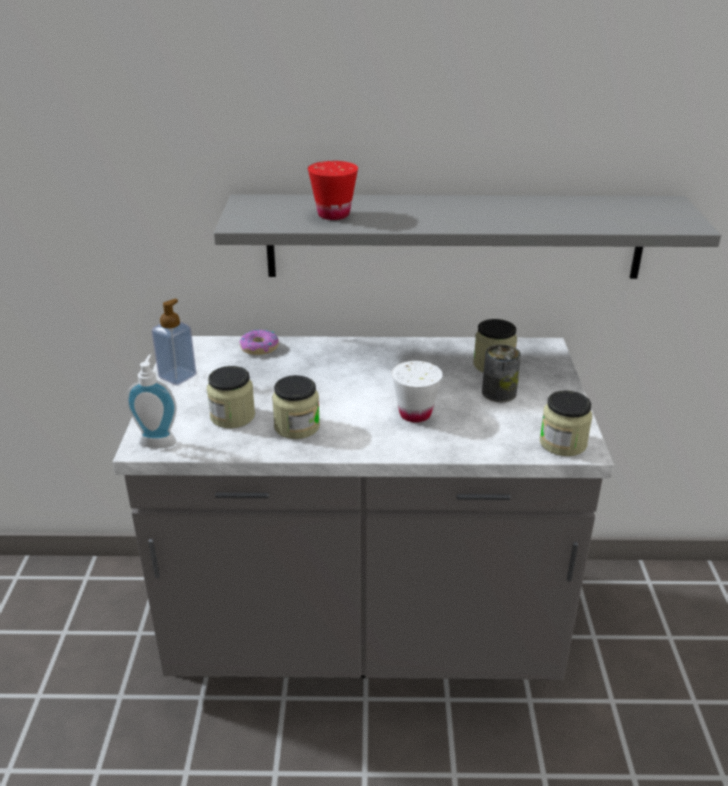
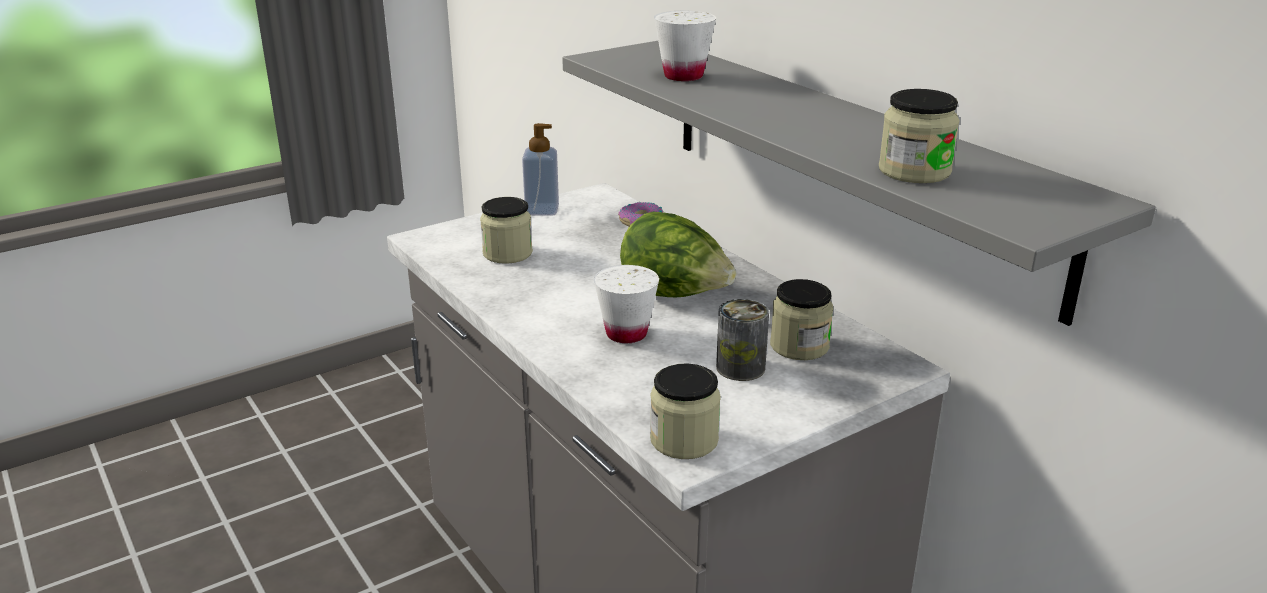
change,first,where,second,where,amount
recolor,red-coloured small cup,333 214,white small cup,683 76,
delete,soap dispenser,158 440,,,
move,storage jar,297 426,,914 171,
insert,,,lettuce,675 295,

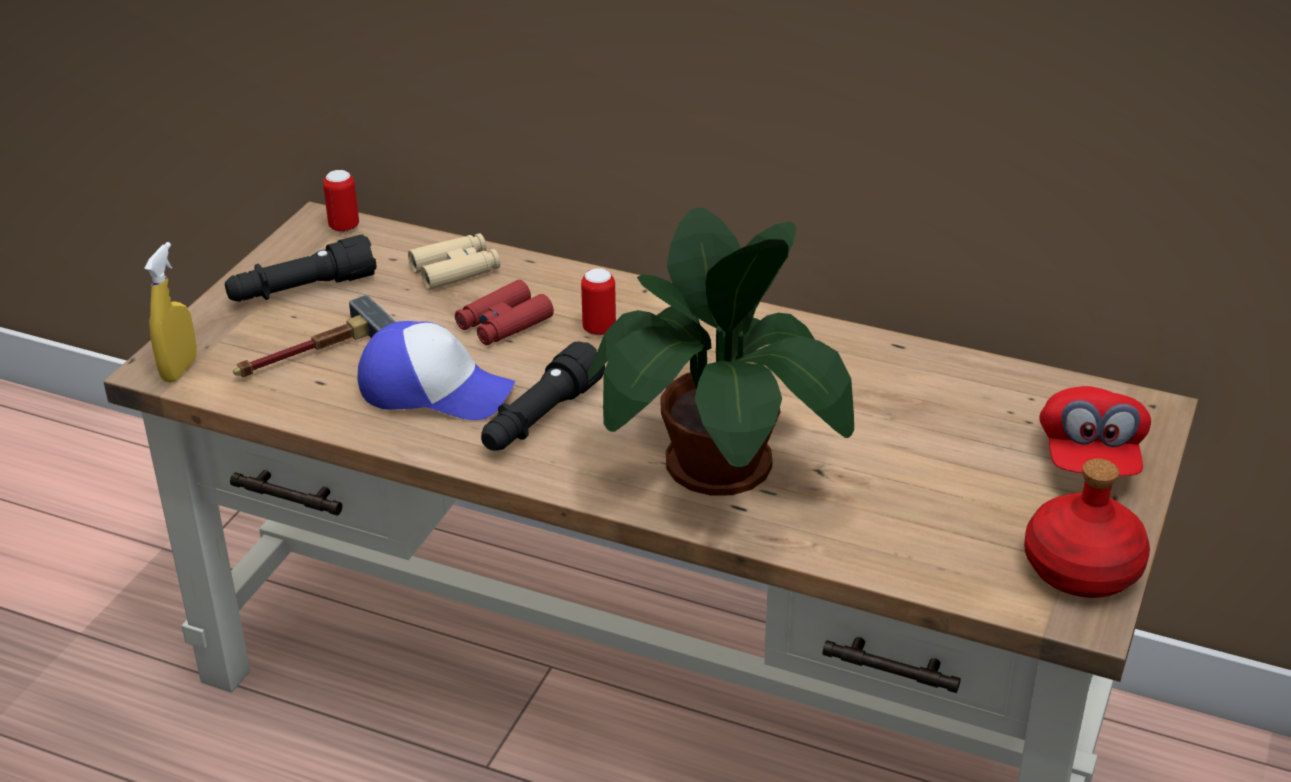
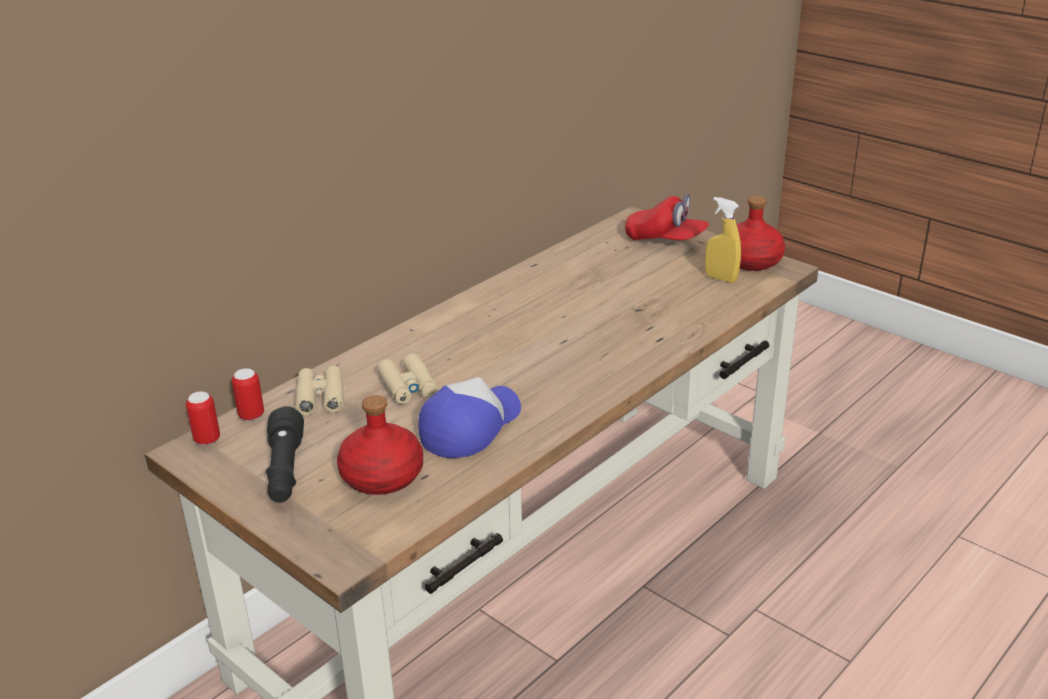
change,first,where,second,where,amount
delete,plant in a pot,718 468,,,
move,yellow-coloured hand sprayer,179 369,,721 278,
move,metal can,599 329,,251 415,
recolor,red-coloured field glasses,503 323,beige field glasses,408 387,
replace,tool hammer,312 353,red-coloured beverage bottle,382 476,
delete,blackish torch,540 418,,,

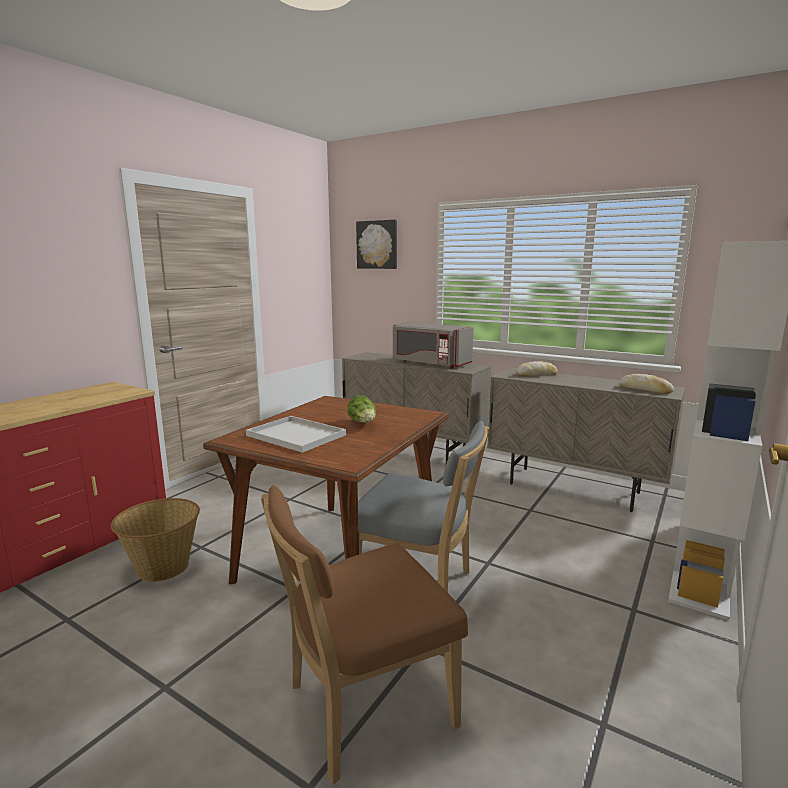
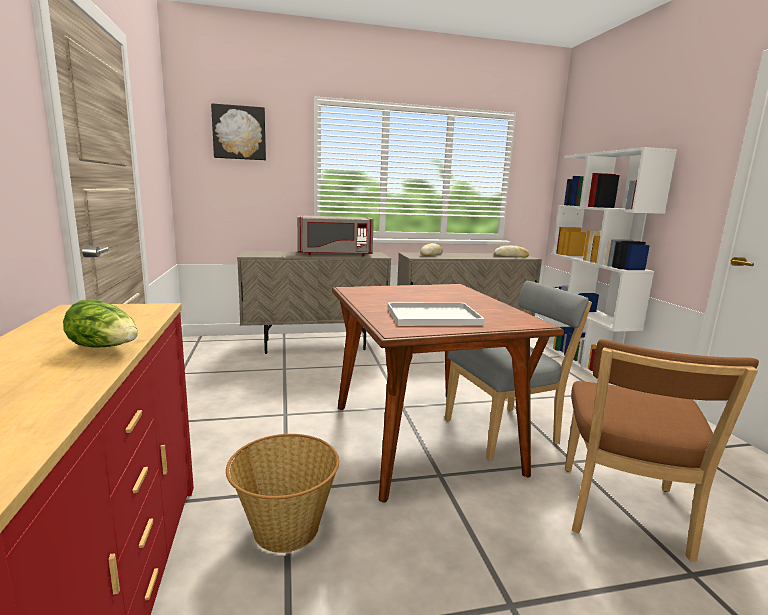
change,first,where,second,where,amount
move,lettuce,363 423,,106 348,

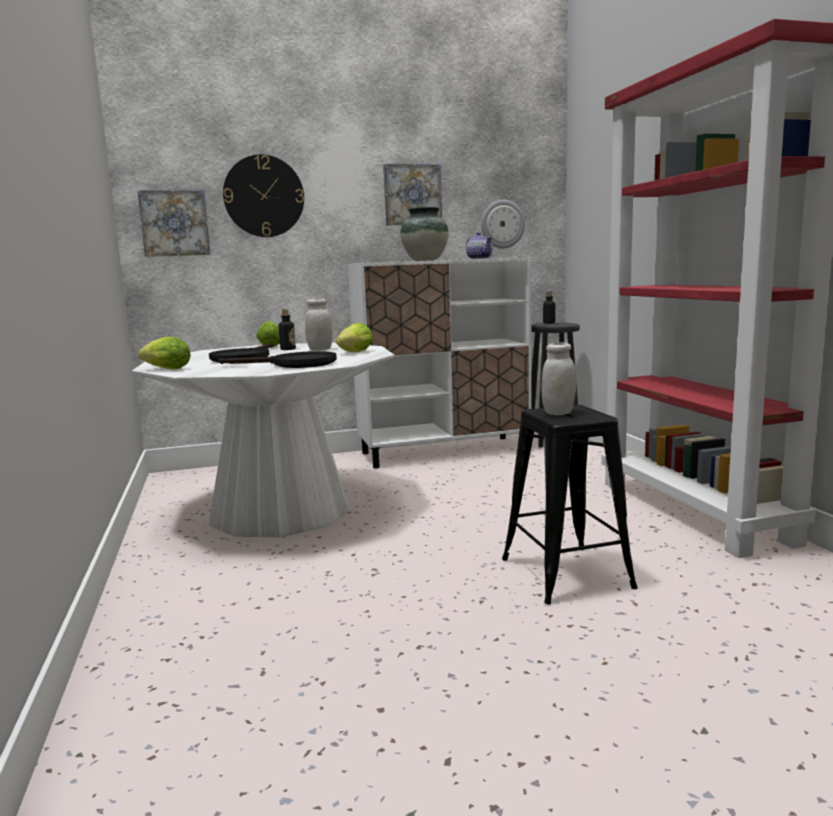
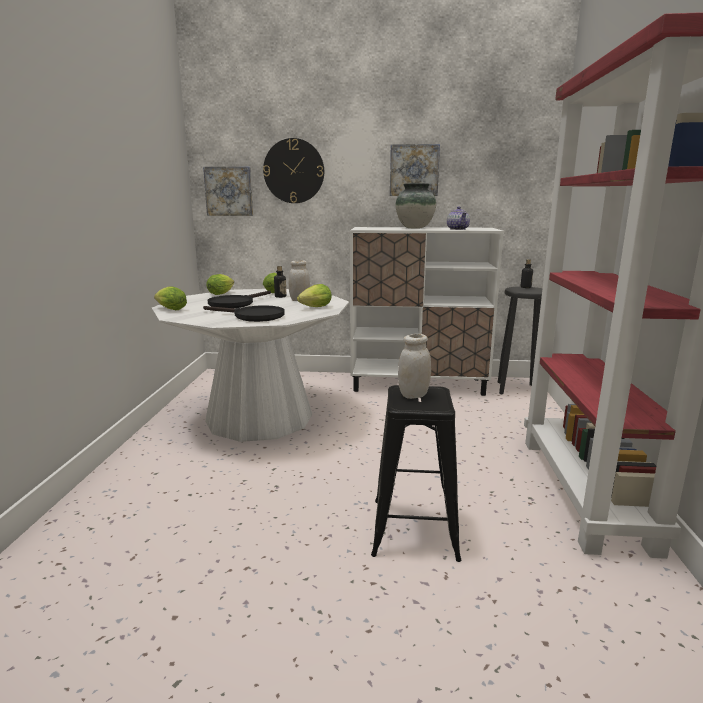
change,first,where,second,where,amount
delete,clock on the wall,502 224,,,
insert,,,lettuce,222 293,

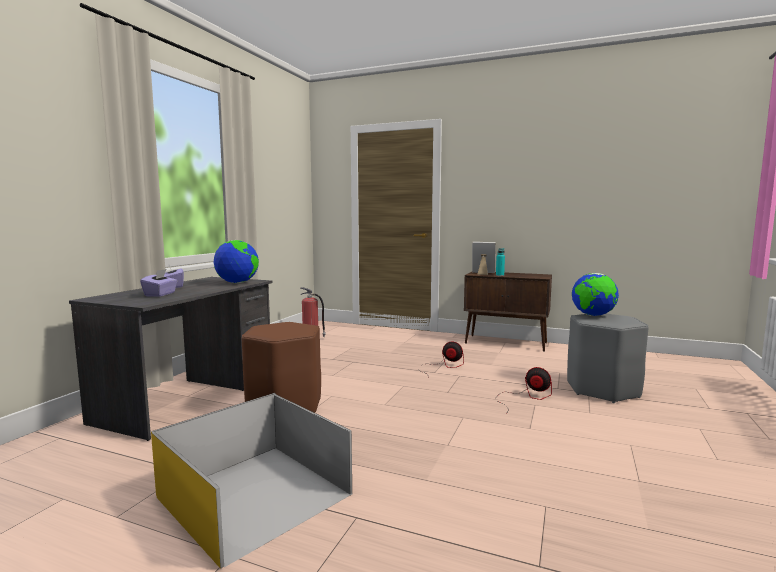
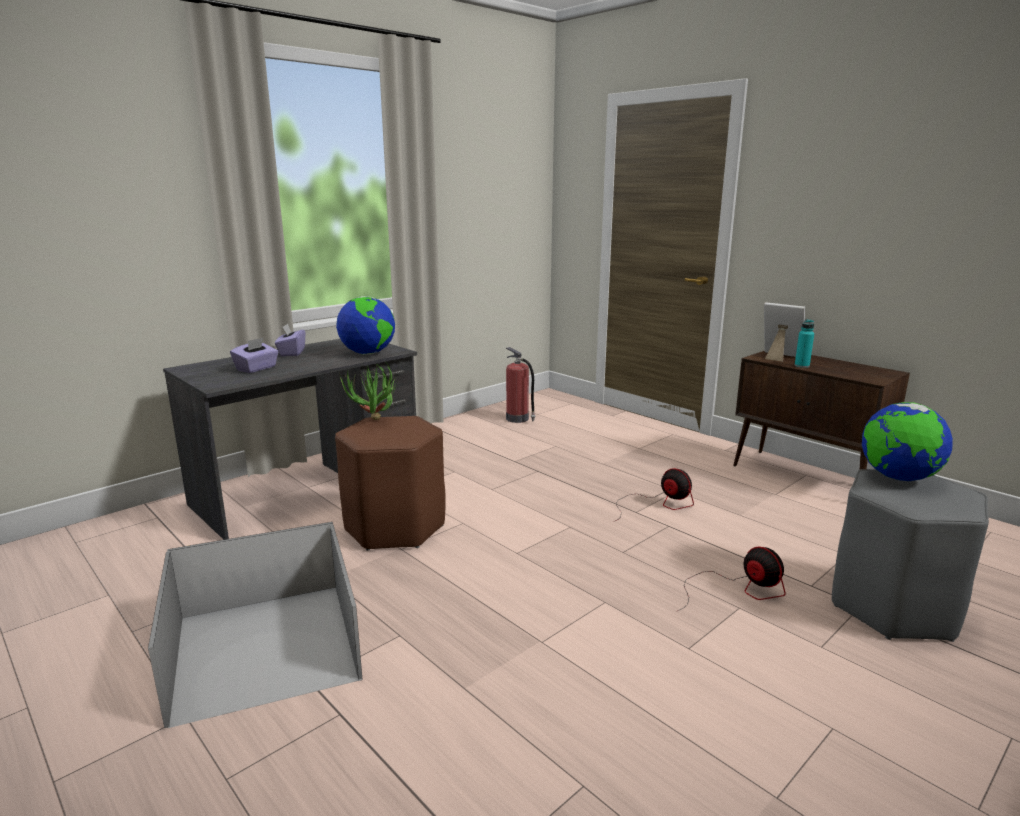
change,first,where,second,where,amount
insert,,,plant in a pot,375 423,

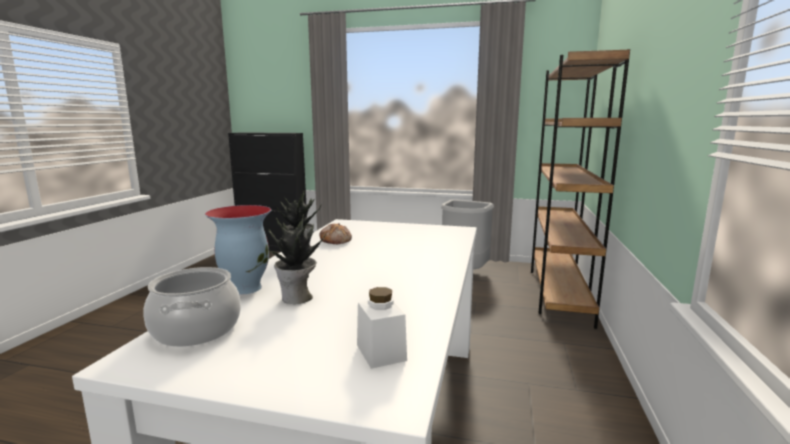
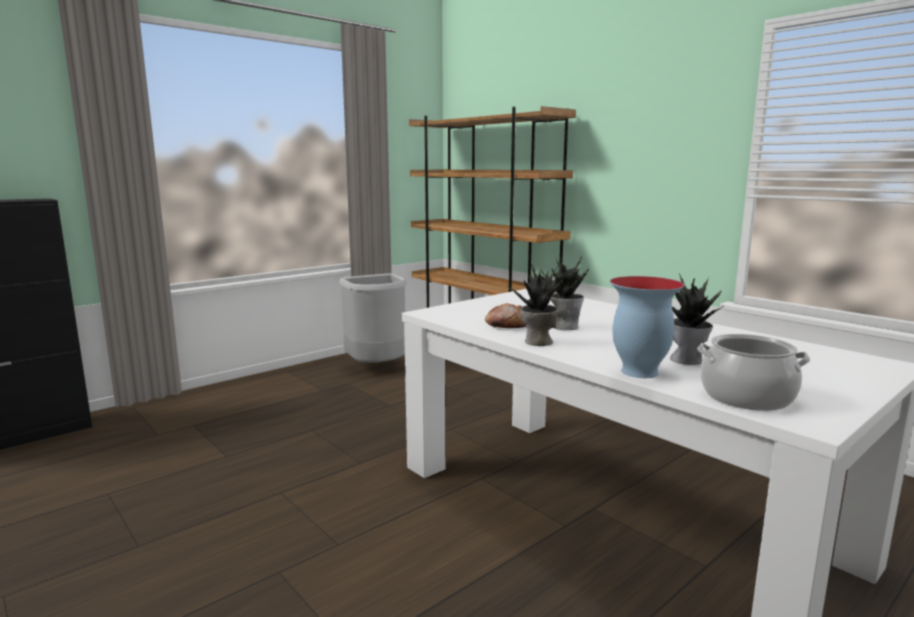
change,first,where,second,where,amount
delete,white storage jar,381 352,,,
insert,,,plant in a pot,564 326,

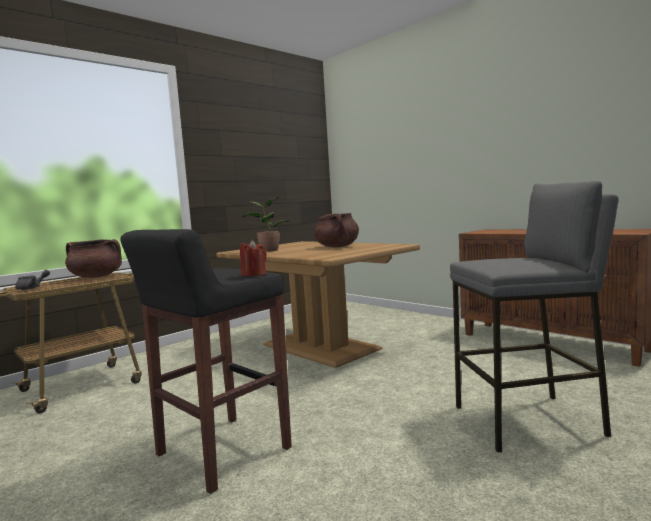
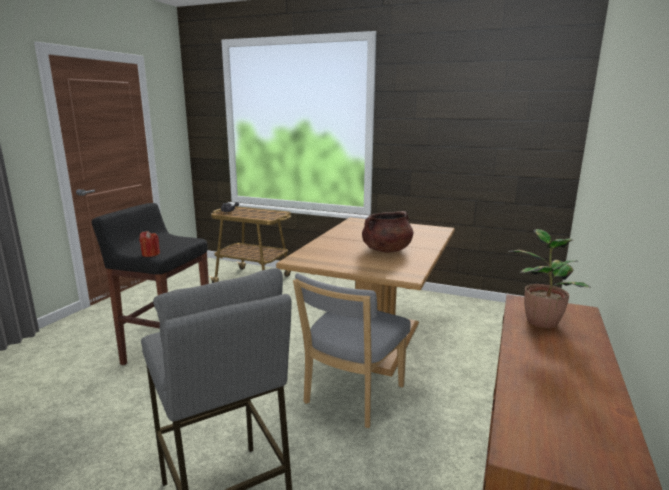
change,first,where,second,where,amount
move,plant in a pot,268 250,,540 320,
delete,brown-coloured saucepot,96 277,,,
insert,,,greyish chair,351 397,

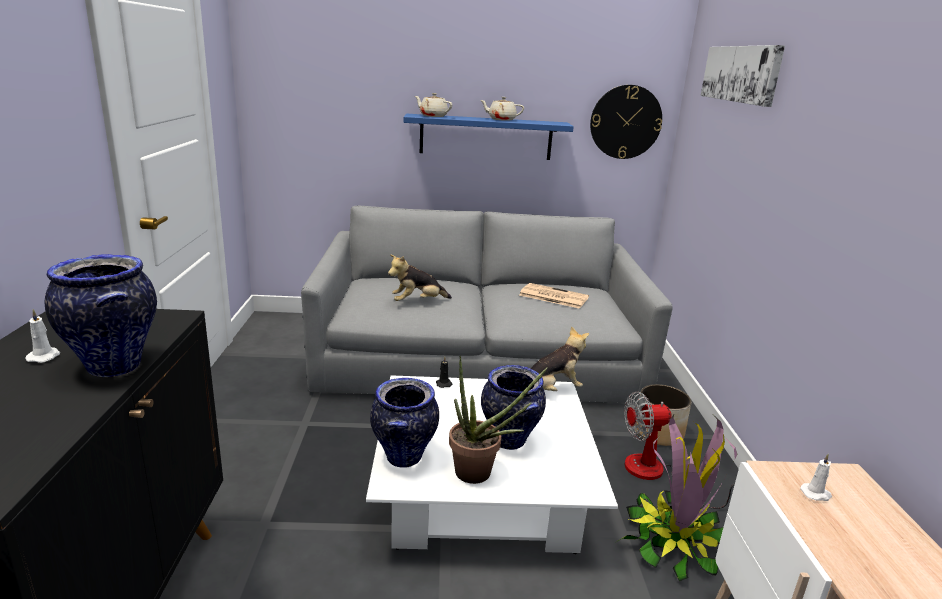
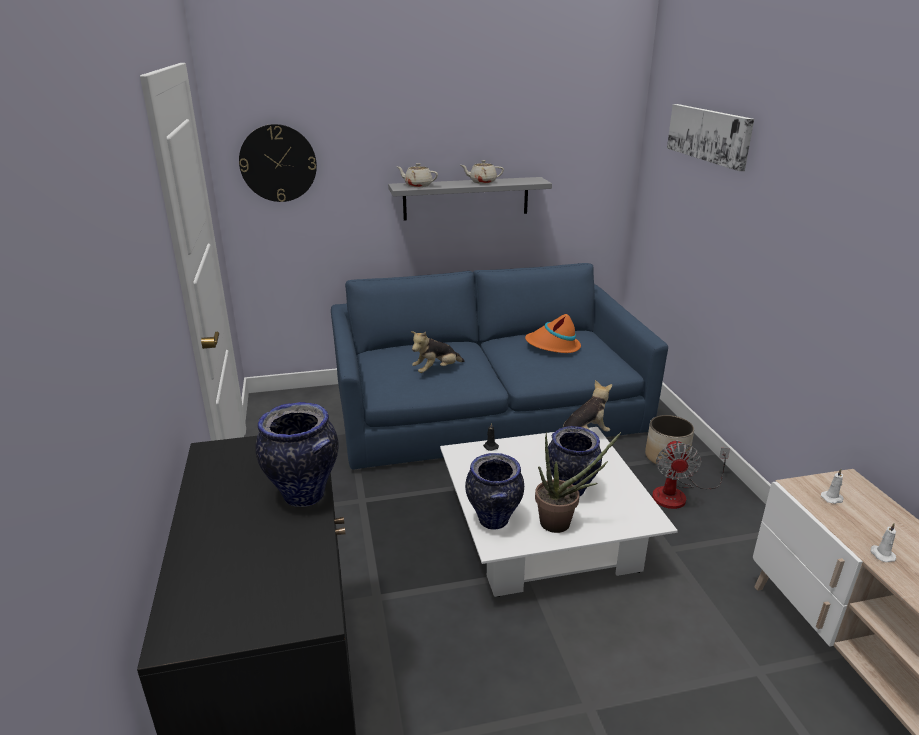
change,first,where,second,where,amount
move,clock on the wall,625 122,,278 163,
recolor,blue-coloured shelf,486 137,greyish shelf,466 198,
recolor,greyish settee,479 358,blue-coloured settee,487 410,
replace,printed paper,552 296,orange-coloured hat,553 346,
move,white candle,44 356,,881 554,
rotate,cooling fan,657 474,,678 494,60 degrees counterclockwise
delete,plant in a pot,674 543,,,

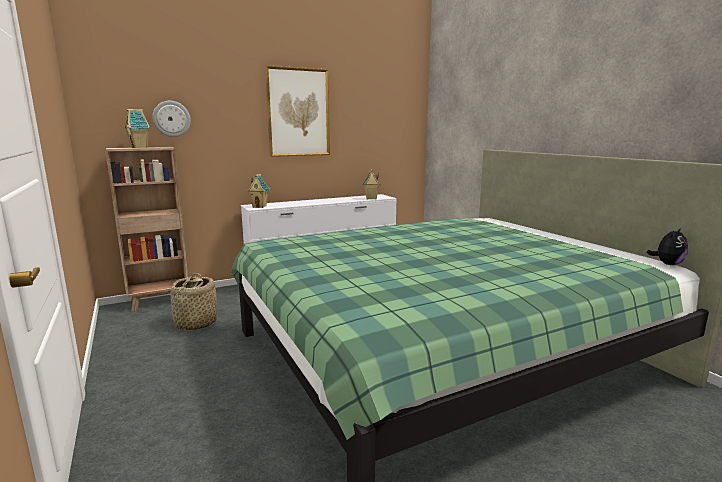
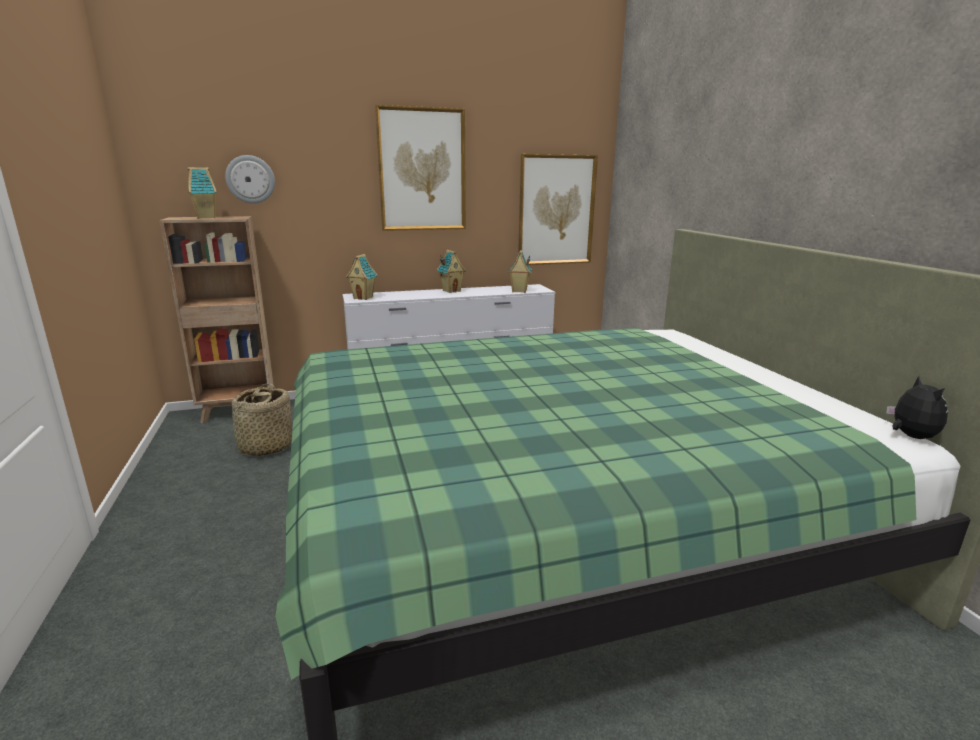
change,first,where,second,where,amount
rotate,plush toy,667 264,,910 436,60 degrees counterclockwise
insert,,,wall art,556 210,
insert,,,miniature house,451 291,

